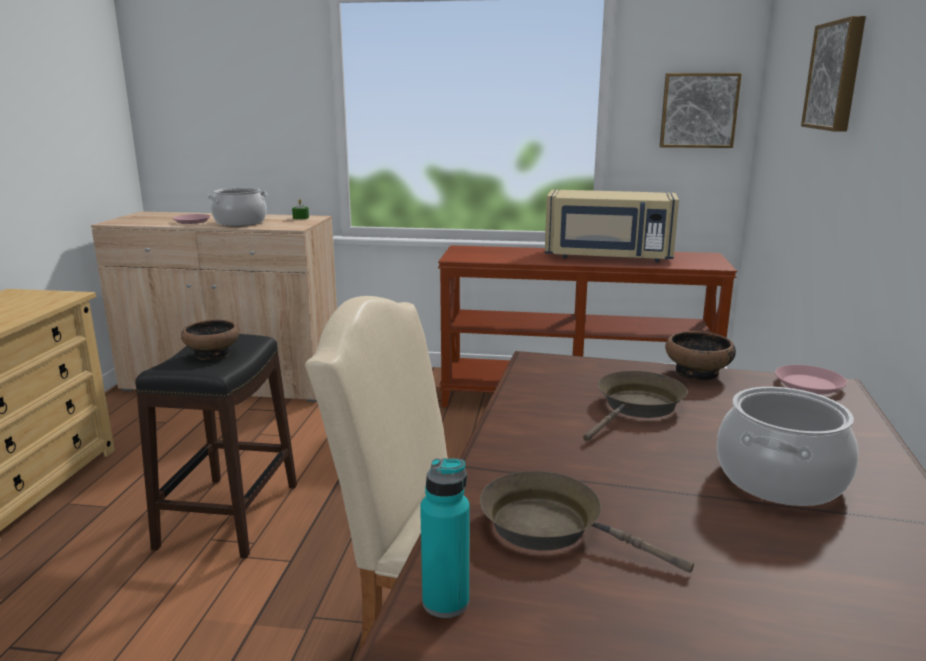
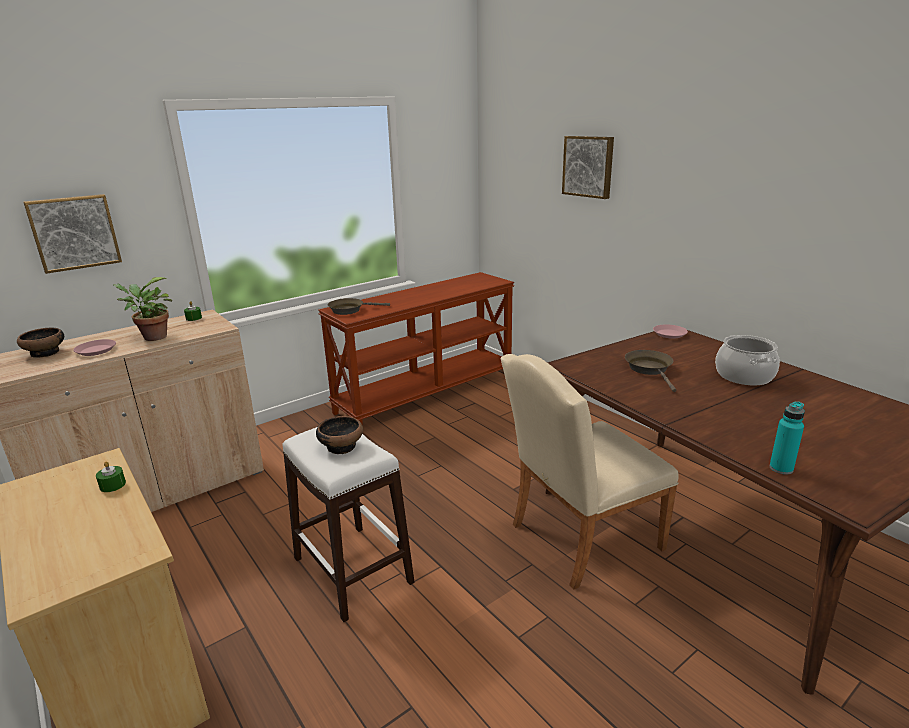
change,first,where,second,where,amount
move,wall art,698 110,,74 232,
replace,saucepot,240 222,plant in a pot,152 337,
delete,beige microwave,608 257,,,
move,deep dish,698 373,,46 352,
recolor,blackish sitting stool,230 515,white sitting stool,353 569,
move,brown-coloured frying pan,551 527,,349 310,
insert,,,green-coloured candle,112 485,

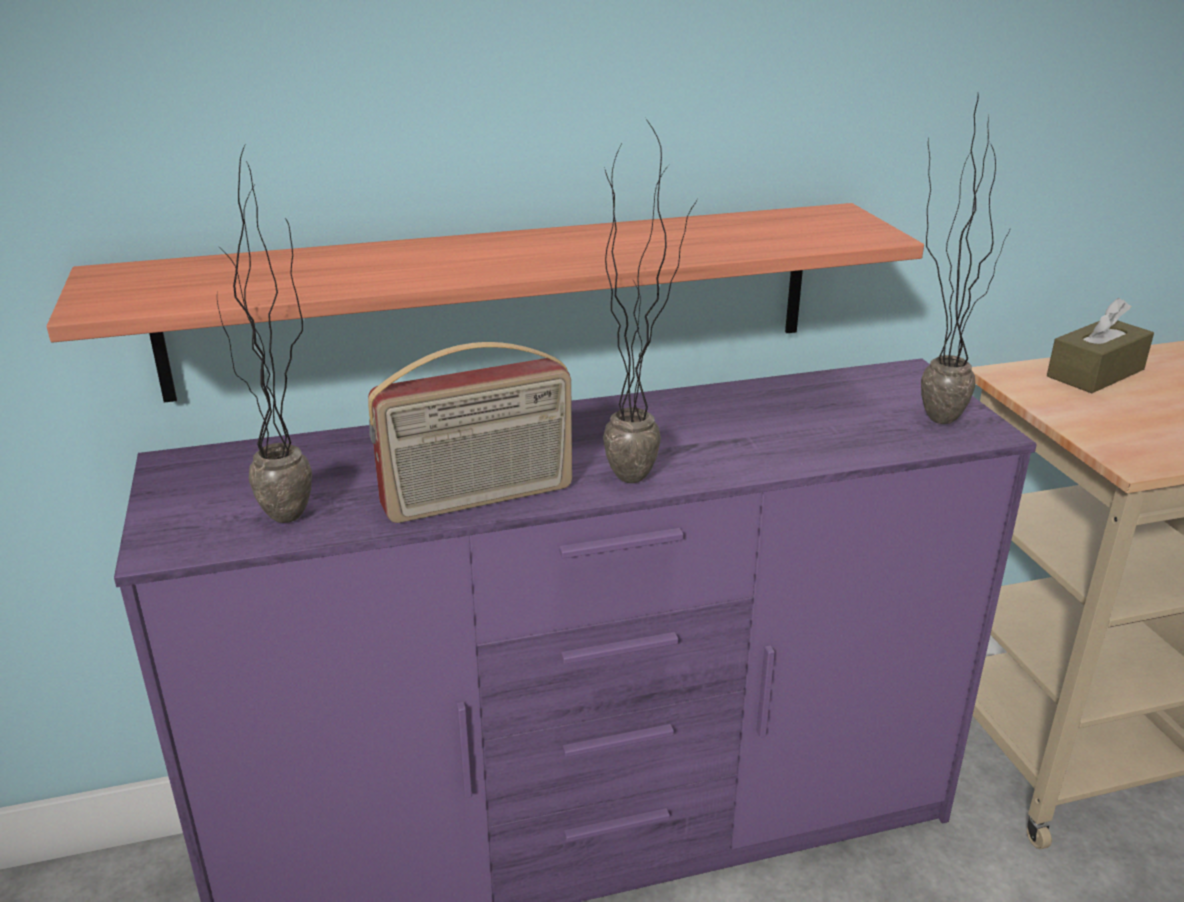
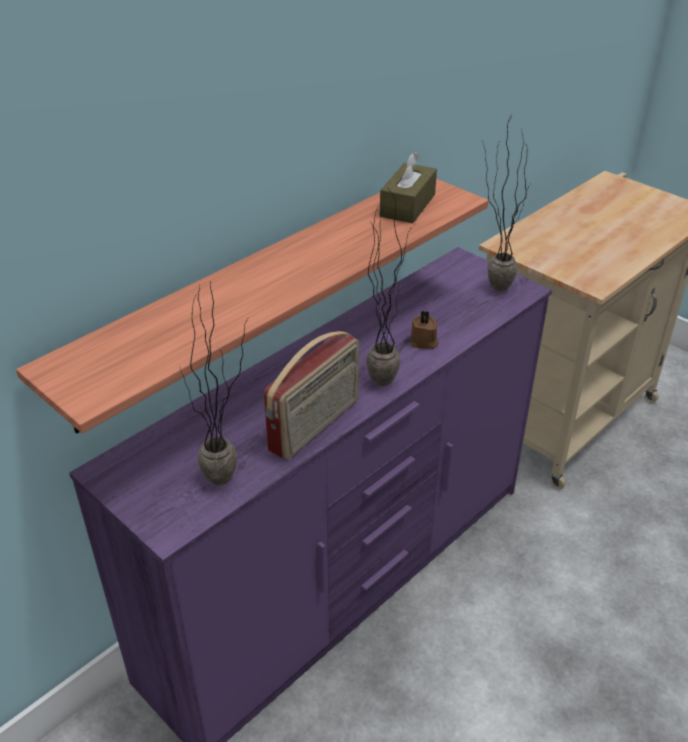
change,first,where,second,where,amount
move,brown-coloured box of tissues,1095 373,,407 205,
insert,,,brown-coloured candle,424 342,

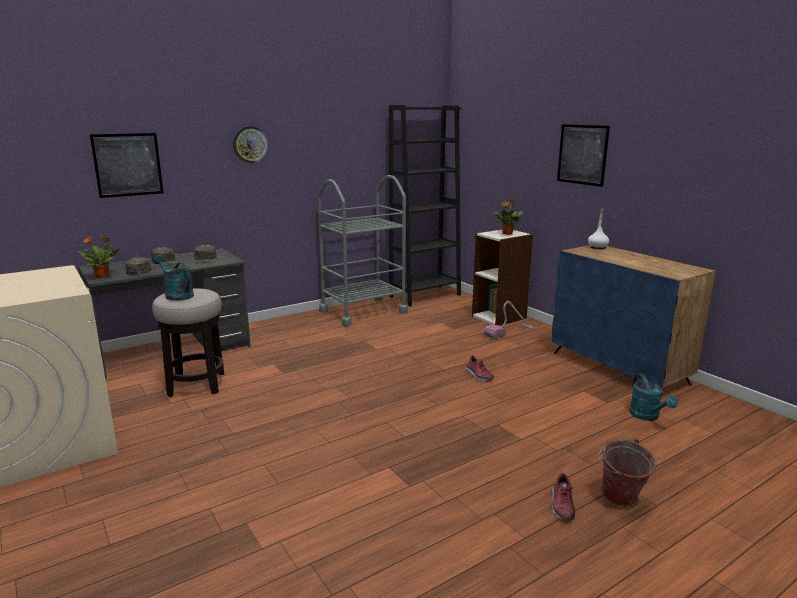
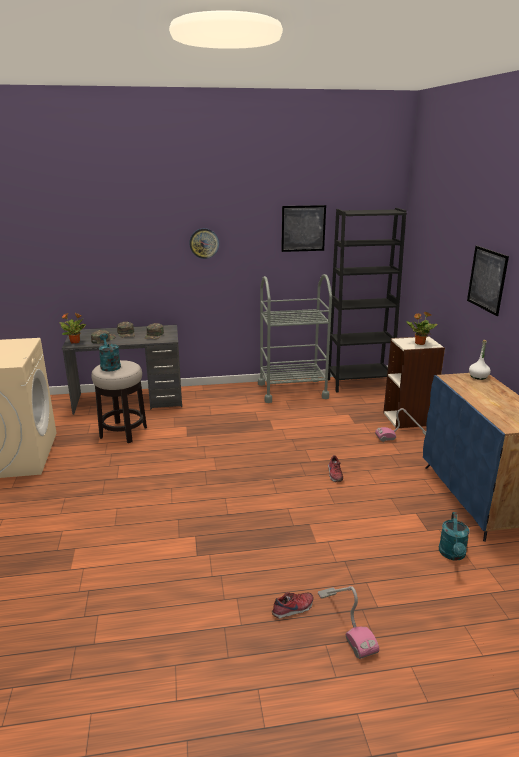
change,first,where,second,where,amount
move,wall art,127 165,,303 228,
replace,water bucket,620 501,hoover,345 622,
rotate,shoe,561 505,,293 609,150 degrees counterclockwise

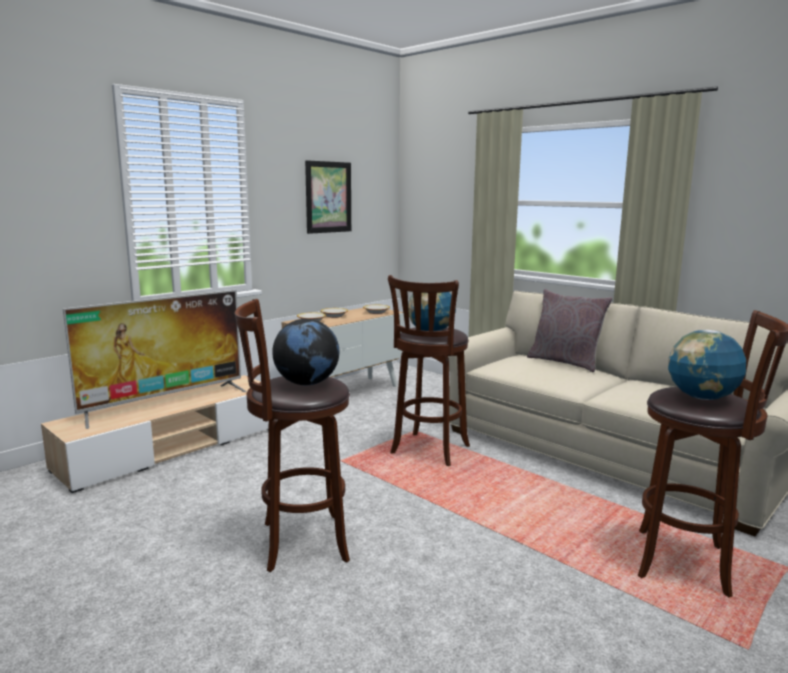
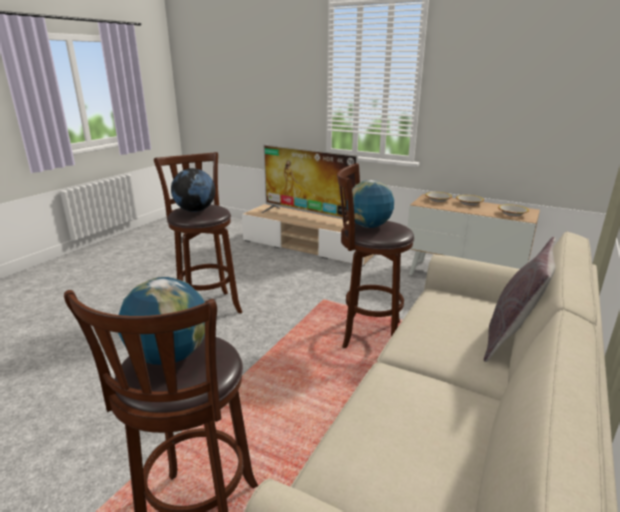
change,first,where,second,where,amount
delete,wall art,328 197,,,

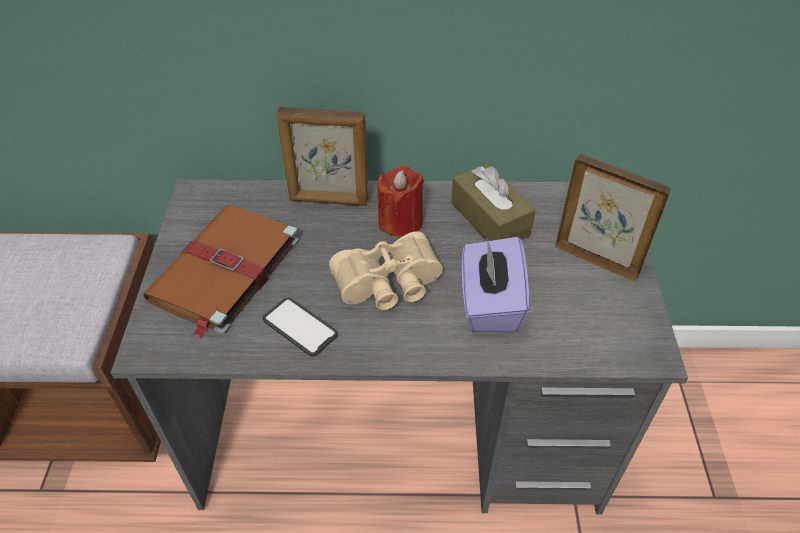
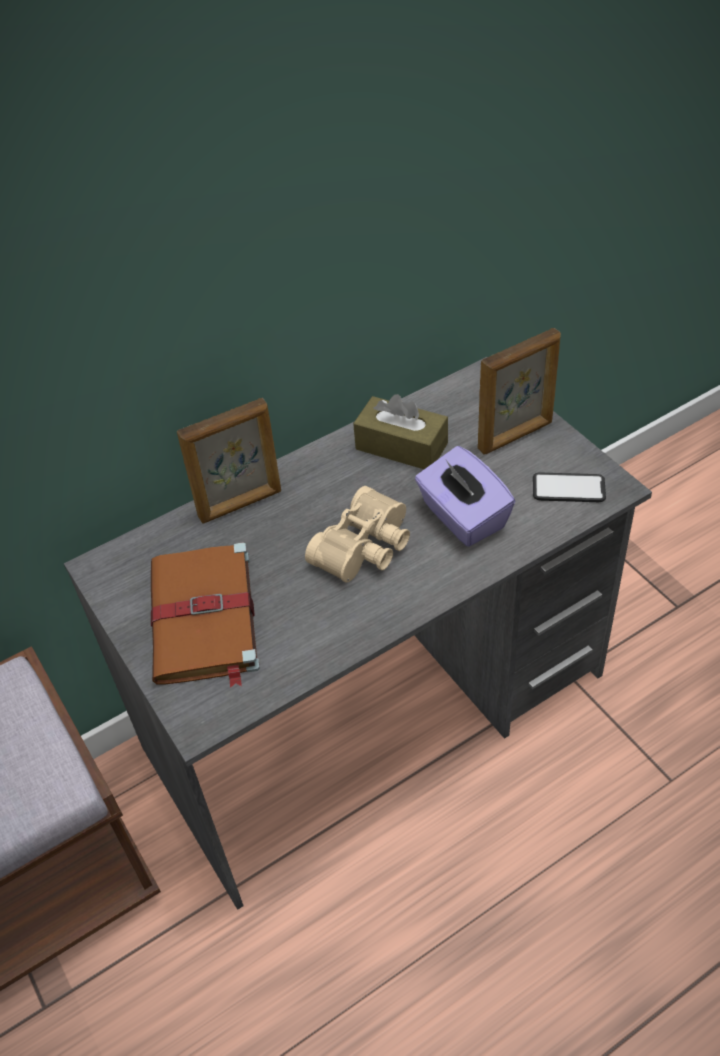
change,first,where,second,where,amount
rotate,picture frame,596 260,,516 436,150 degrees clockwise
delete,red-coloured candle,400 222,,,
move,phone,300 327,,568 488,

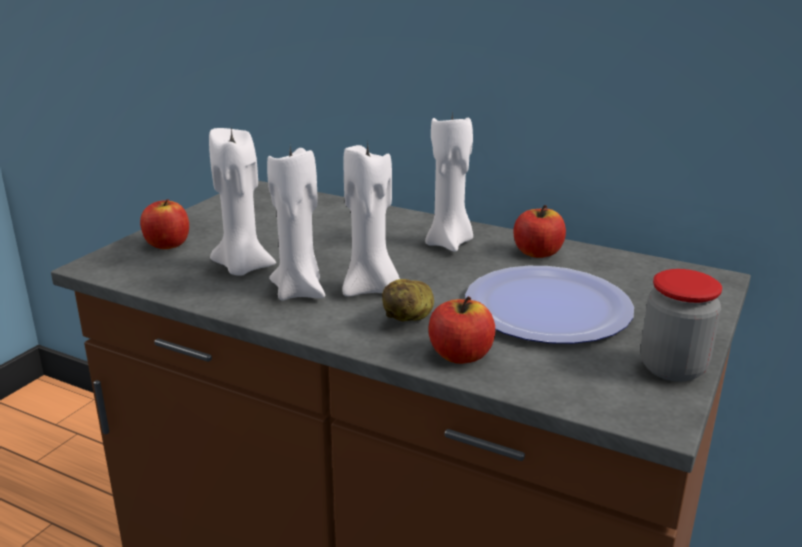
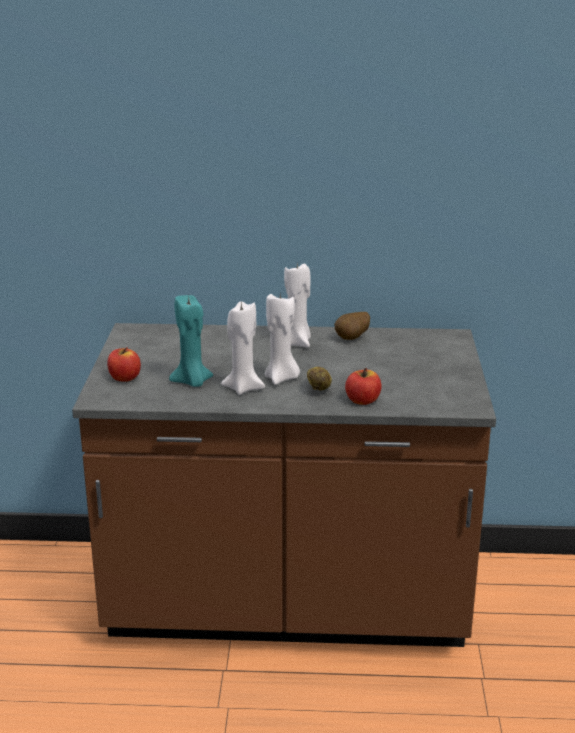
change,first,where,second,where,amount
recolor,white candle,242 268,turquoise-coloured candle,192 382,
replace,apple,537 253,potato,352 339,
delete,plate,547 308,,,
delete,storage jar,672 368,,,

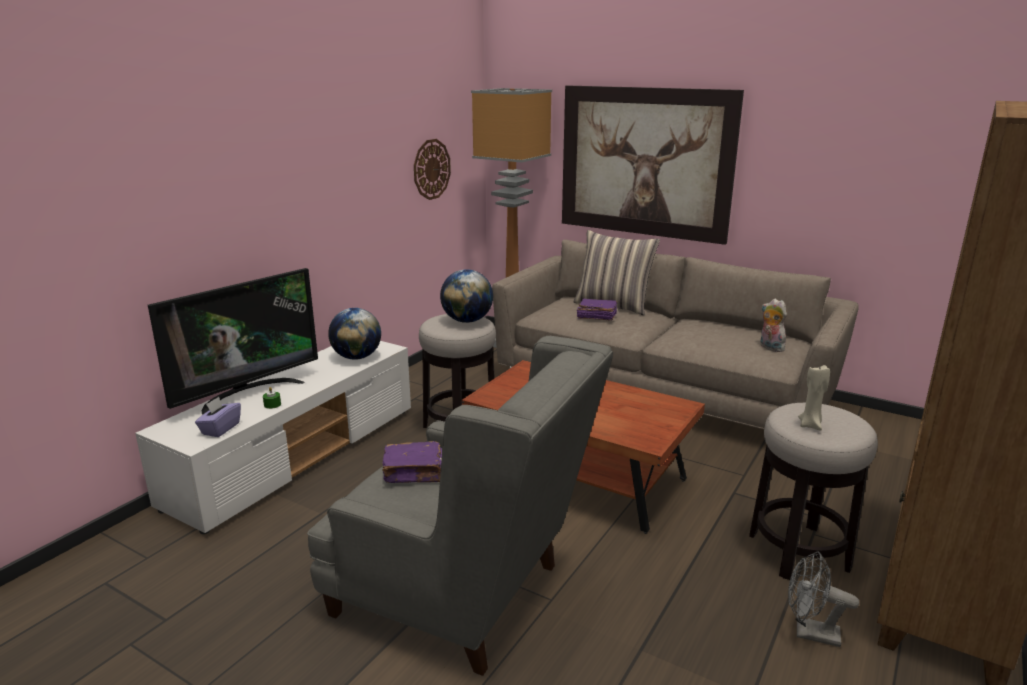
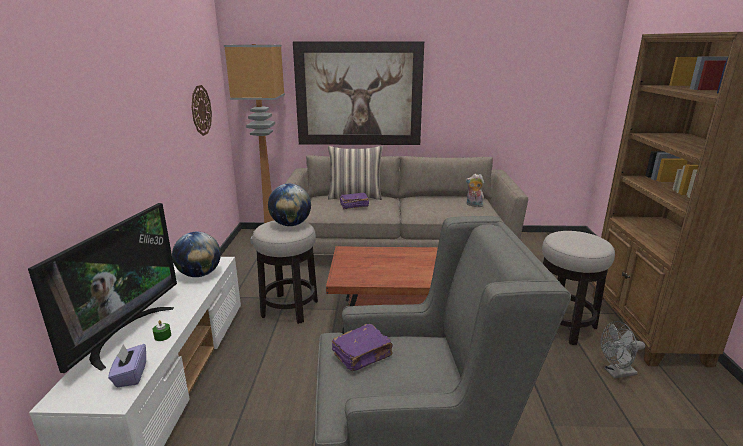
change,first,where,second,where,amount
delete,beige candle,810 425,,,

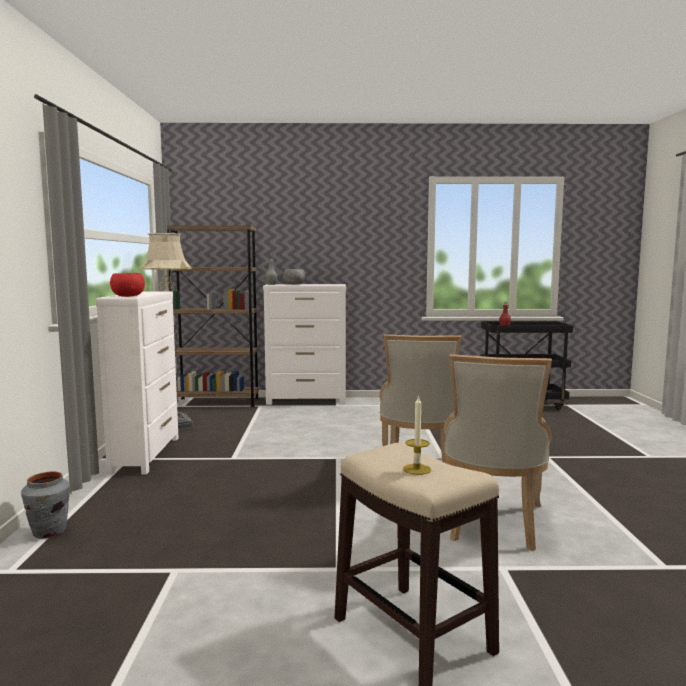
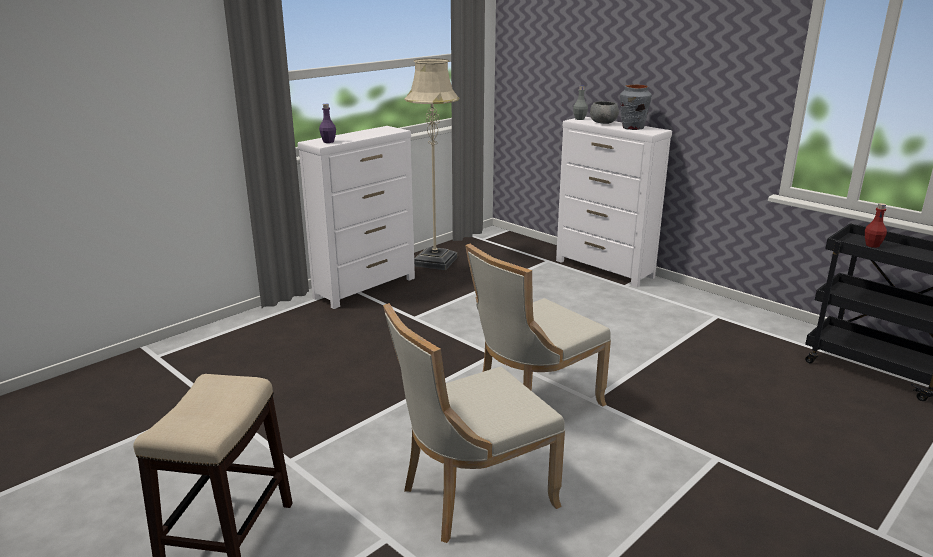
change,first,where,second,where,amount
delete,brown-coloured bookshelf,216 402,,,
replace,red-coloured deep dish,128 296,purplish beverage bottle,328 142,
delete,candle,417 469,,,
move,greyish flower vase,49 532,,632 128,

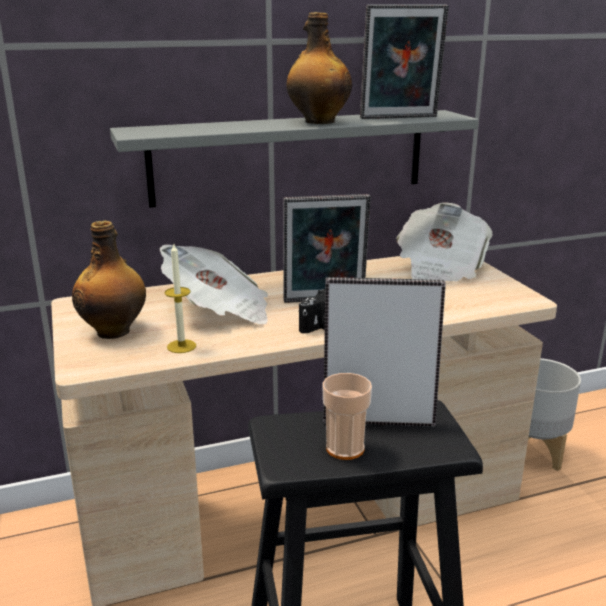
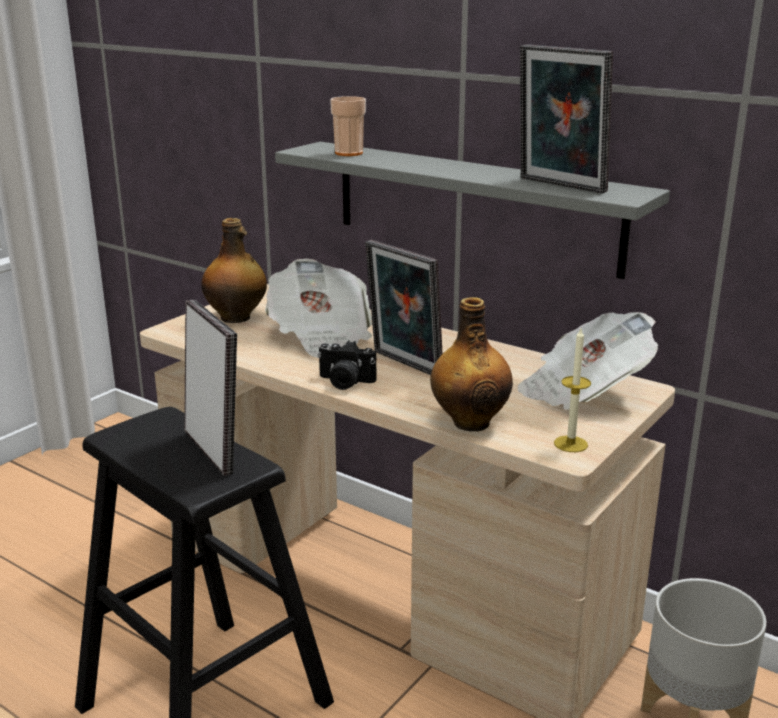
change,first,where,second,where,amount
move,beverage bottle,318 122,,470 422,
move,candle,181 346,,570 444,
move,small cup,345 448,,349 153,

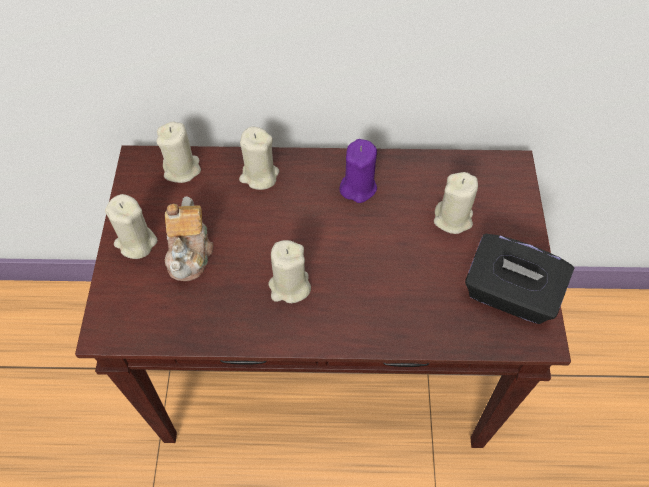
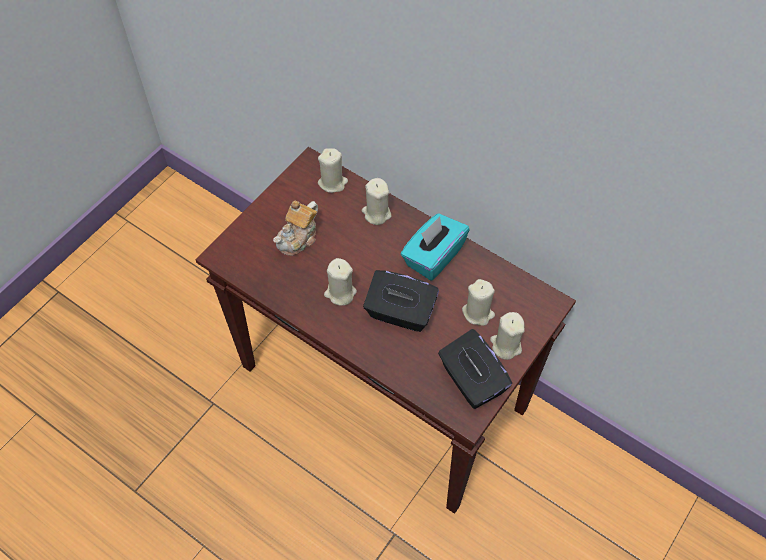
change,first,where,second,where,amount
replace,purplish candle,358 187,turquoise-coloured box of tissues,433 257,
move,beige candle,136 242,,505 345,
insert,,,blackish box of tissues,400 313,

